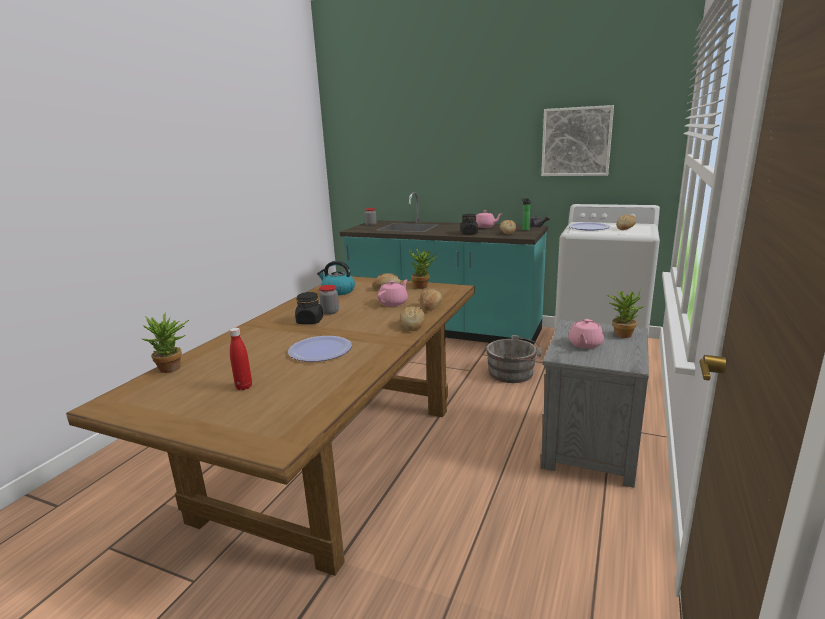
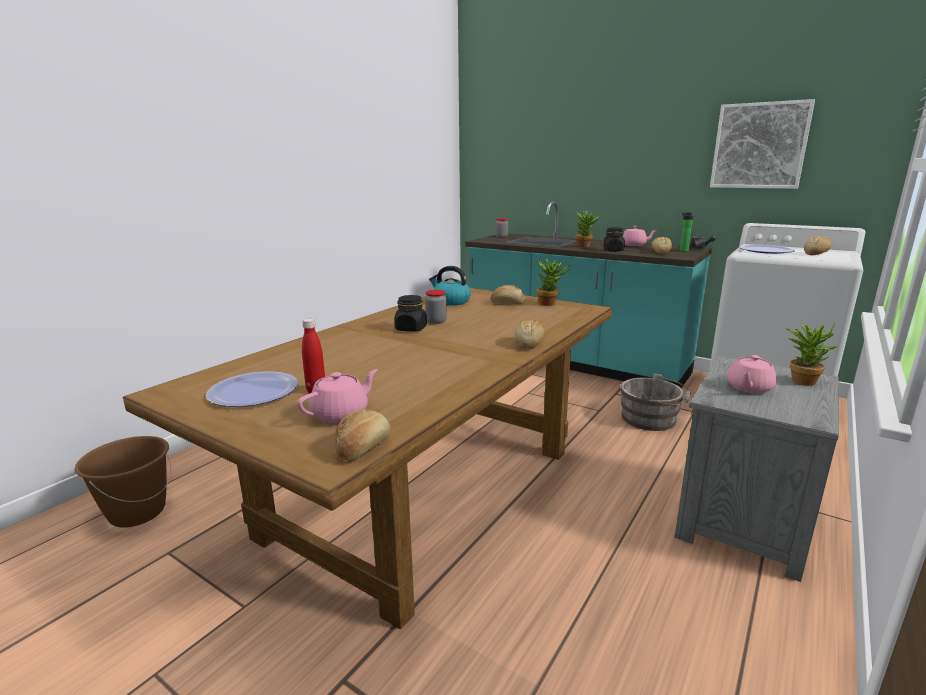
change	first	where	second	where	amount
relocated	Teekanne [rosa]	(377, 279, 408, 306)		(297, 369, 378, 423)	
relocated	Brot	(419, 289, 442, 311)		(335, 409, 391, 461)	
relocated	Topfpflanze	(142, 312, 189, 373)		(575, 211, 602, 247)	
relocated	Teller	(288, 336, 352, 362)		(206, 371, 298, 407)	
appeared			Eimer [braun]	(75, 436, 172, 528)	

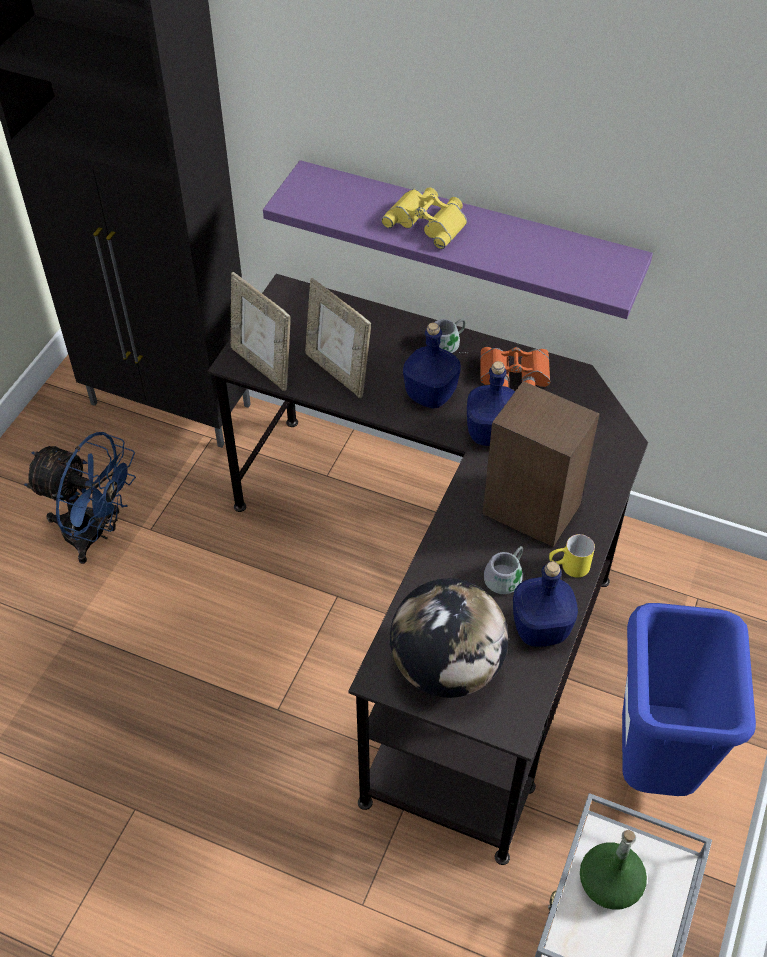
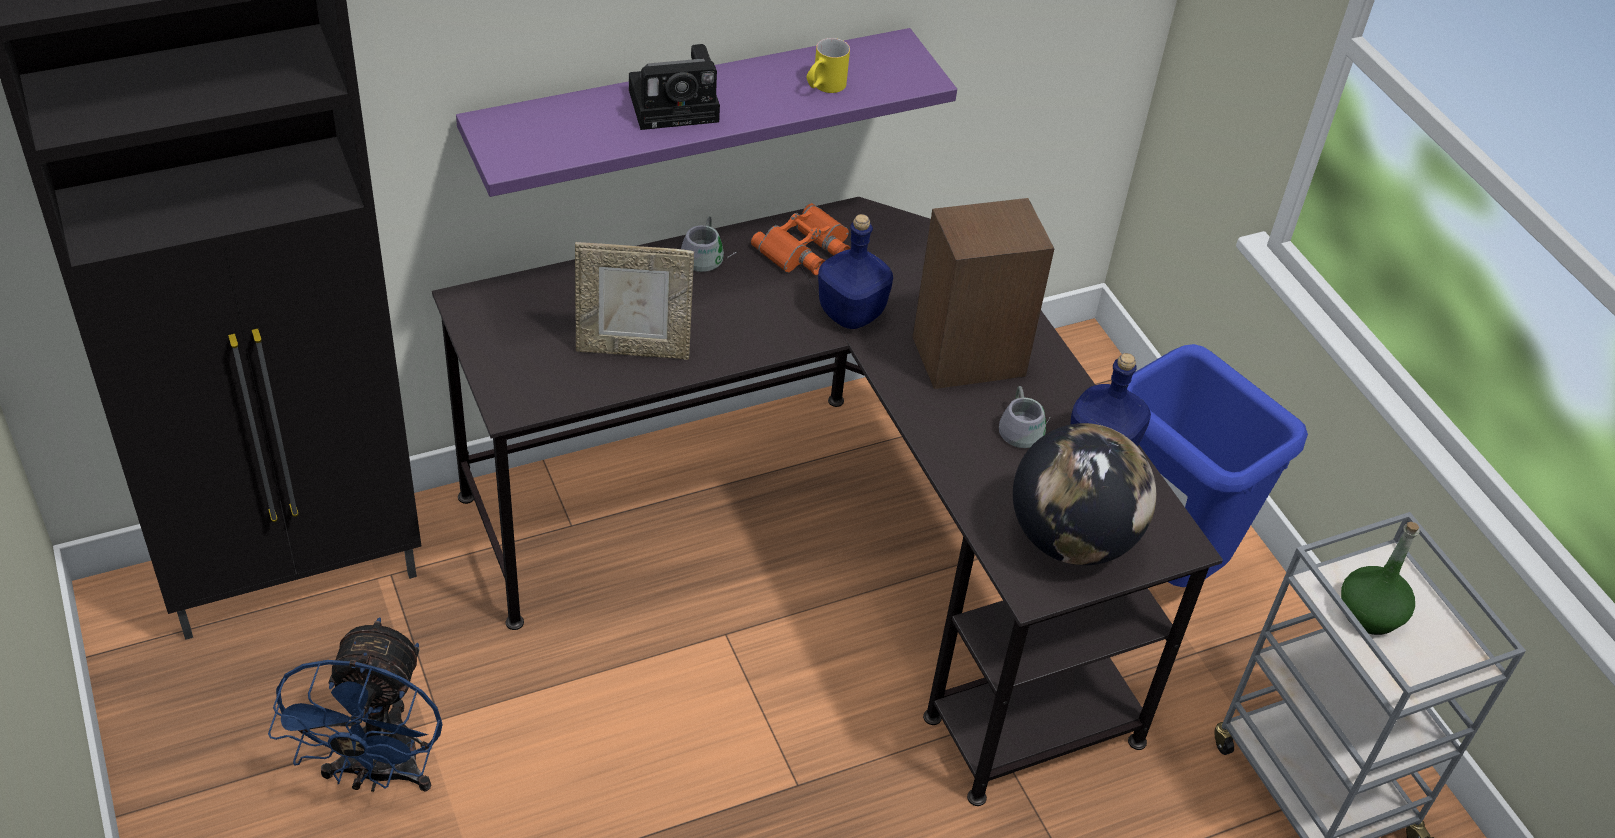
change	first	where	second	where	amount
exchanged	Fernglas [gelb]	(381, 187, 467, 249)	Kamera	(629, 44, 720, 130)	
missing	Bilderrahmen	(231, 272, 291, 391)			
missing	Flasche [blau]	(403, 322, 461, 409)			
spun	Ventilator [blau]	(24, 432, 136, 564)		(268, 617, 443, 792)	120 degrees clockwise
relocated	Henkelbecher [gelb]	(549, 534, 595, 577)		(807, 38, 850, 93)	

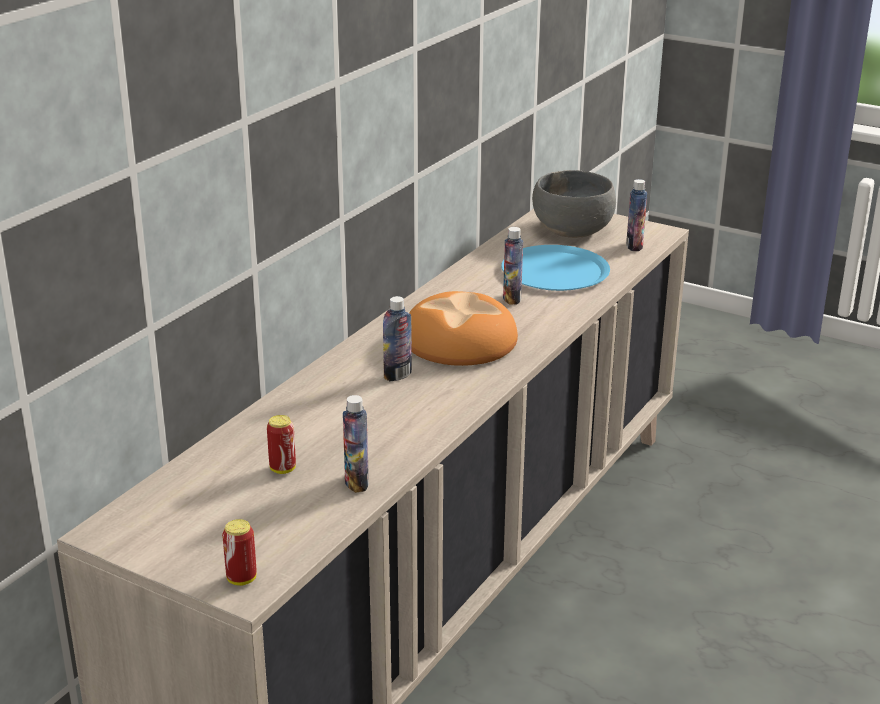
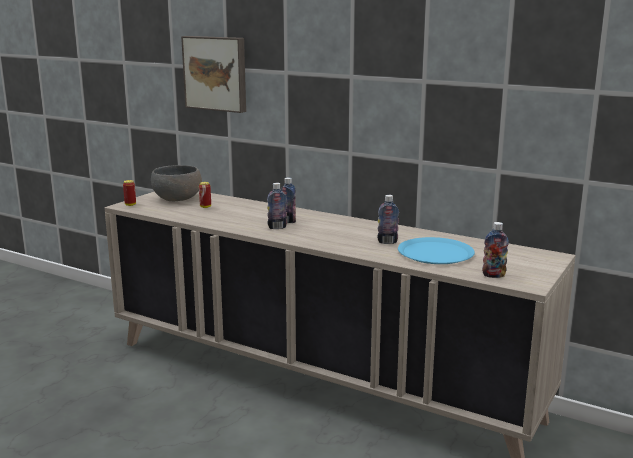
change	first	where	second	where	amount
relocated	Schüssel [grau]	(532, 170, 616, 238)		(151, 165, 202, 201)	
missing	Brot	(409, 291, 518, 366)			
relocated	Flasche	(343, 395, 369, 493)		(267, 183, 287, 229)	
appeared			Bild	(181, 36, 246, 113)	

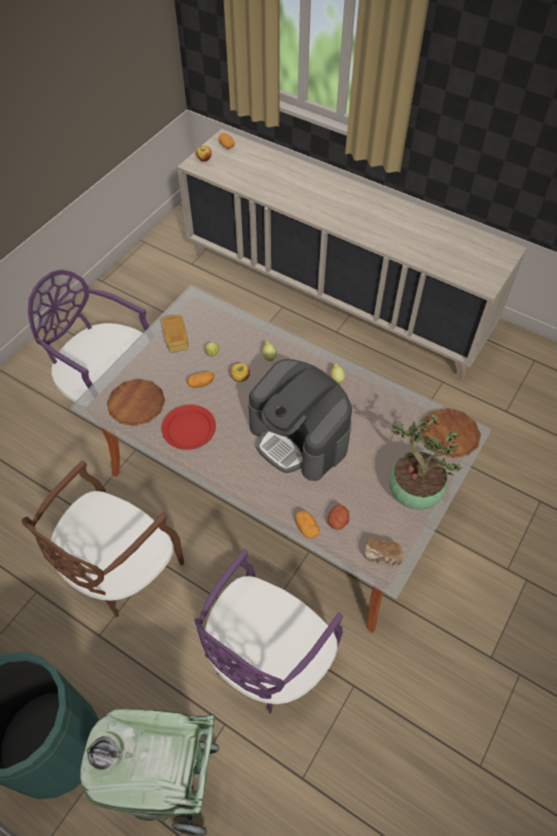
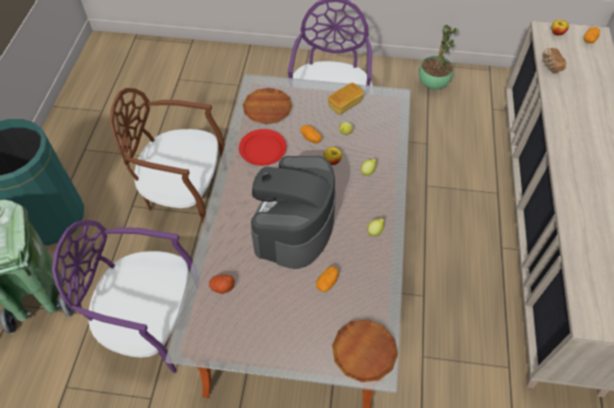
change	first	where	second	where	amount
relocated	Topfpflanze	(389, 414, 463, 510)		(419, 25, 459, 90)	
relocated	Kartoffel	(295, 511, 320, 538)		(316, 266, 339, 292)	
relocated	Brot	(364, 538, 402, 566)		(542, 48, 566, 73)	

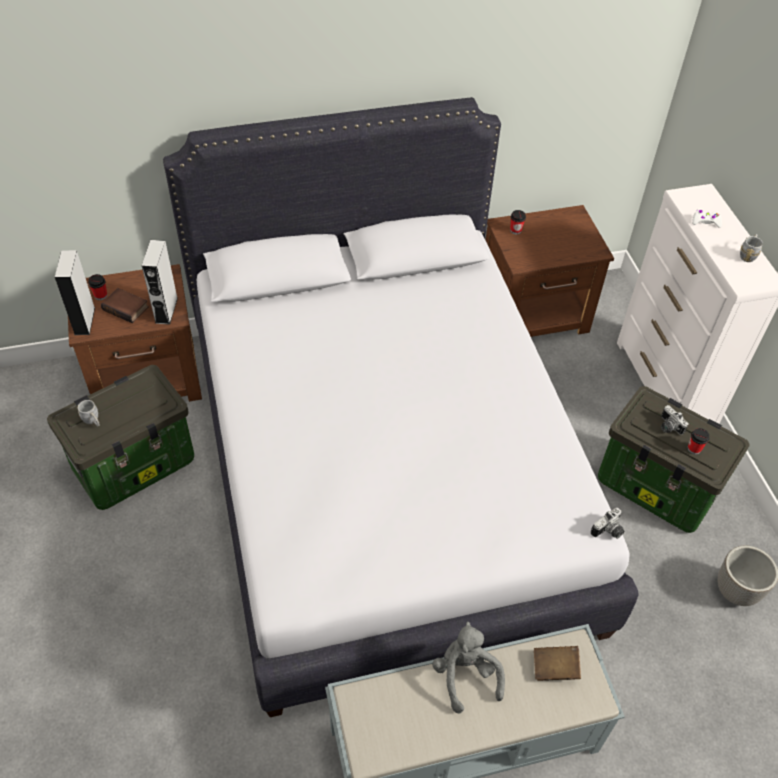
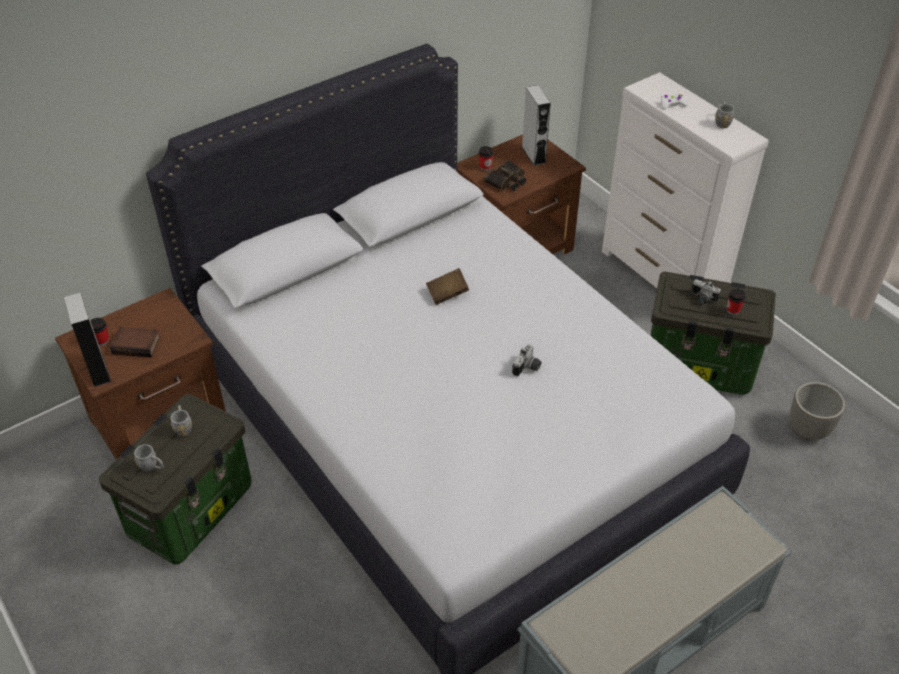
change	first	where	second	where	amount
relocated	Lautsprecher [grau]	(142, 240, 178, 325)		(522, 85, 551, 166)	
relocated	Kamera	(591, 508, 625, 539)		(512, 344, 541, 376)	
missing	Plüschtier [grau]	(432, 621, 505, 714)			
relocated	Buch [braun]	(534, 646, 581, 681)		(426, 268, 469, 305)	
appeared			Fernglas	(484, 160, 526, 191)	
appeared			Henkelbecher [grau]	(171, 405, 192, 436)	

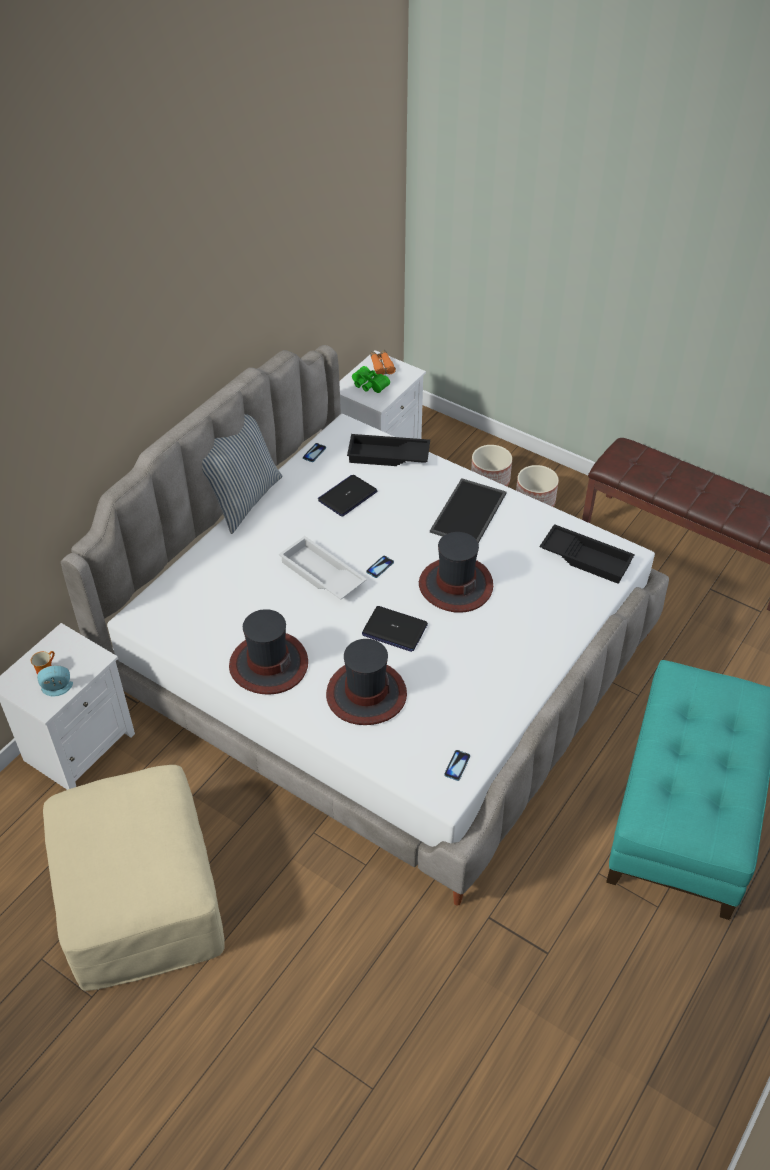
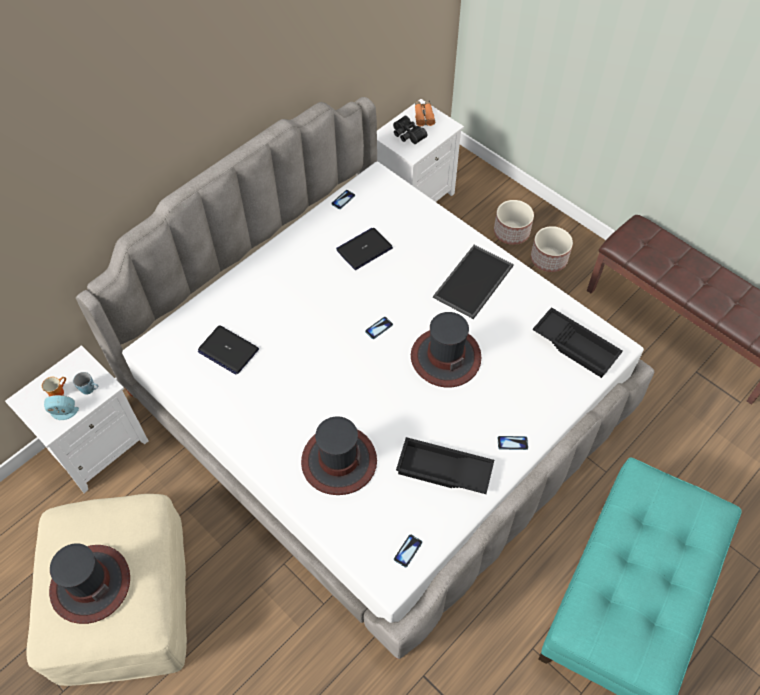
change	first	where	second	where	amount
colour	Fernglas [grün]	(352, 366, 390, 393)	Fernglas [schwarz]	(393, 116, 427, 144)	
missing	Kissen	(202, 414, 283, 534)			
relocated	Tablett [schwarz]	(347, 434, 430, 466)		(396, 437, 494, 494)	
missing	Tablett [weiß]	(279, 536, 367, 600)			
relocated	Laptop	(362, 606, 428, 652)		(198, 325, 259, 375)	
relocated	Hut	(229, 609, 308, 695)		(49, 543, 130, 624)	
appeared			Henkelbecher [blau]	(73, 372, 99, 395)	
appeared			Handy	(498, 436, 528, 450)	

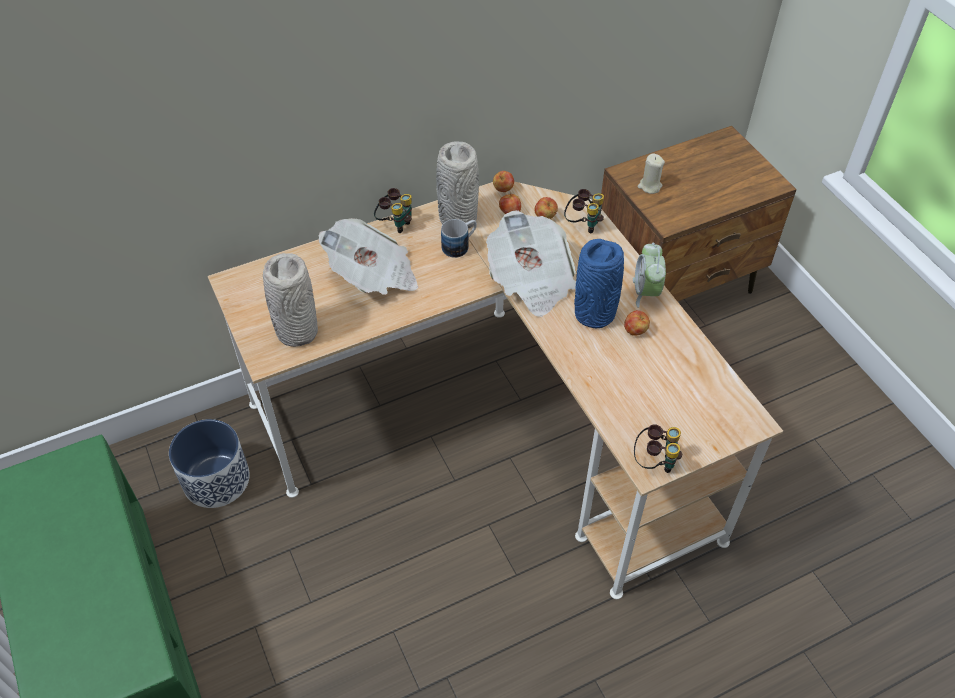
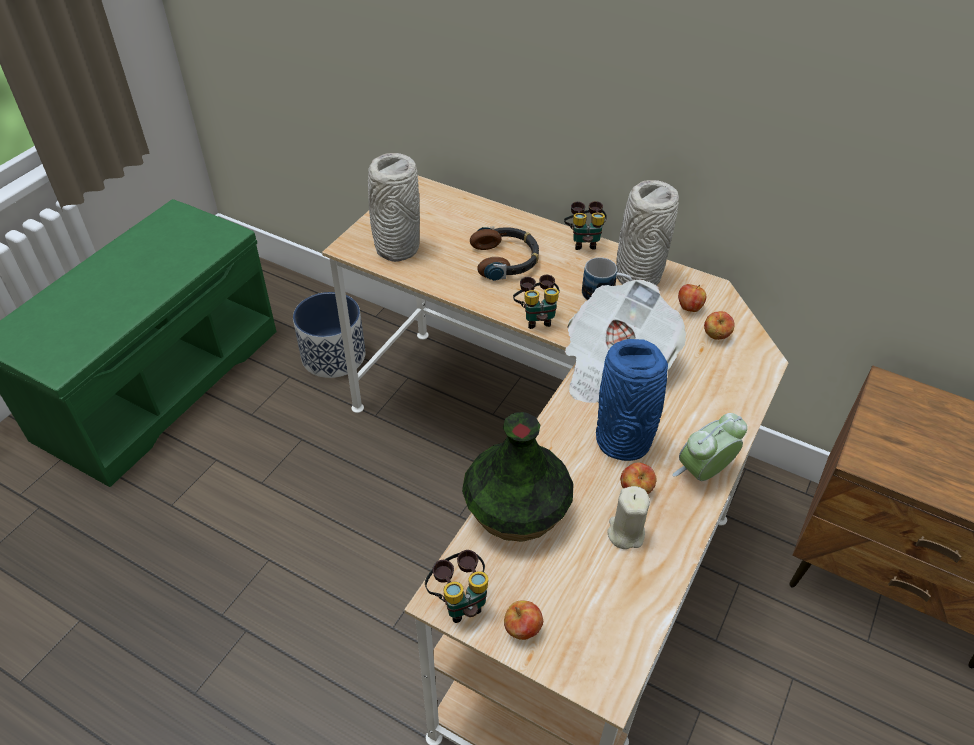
change	first	where	second	where	amount
relocated	Kerze [beige]	(638, 153, 665, 194)		(607, 486, 650, 549)	
relocated	Apfel	(493, 171, 514, 192)		(504, 600, 543, 640)	
relocated	Fernglas	(564, 189, 604, 233)		(513, 275, 560, 329)	
exchanged	Zeitung	(319, 218, 418, 295)	Kopfhörer	(470, 226, 539, 281)	
appeared			Vase	(462, 412, 574, 542)	

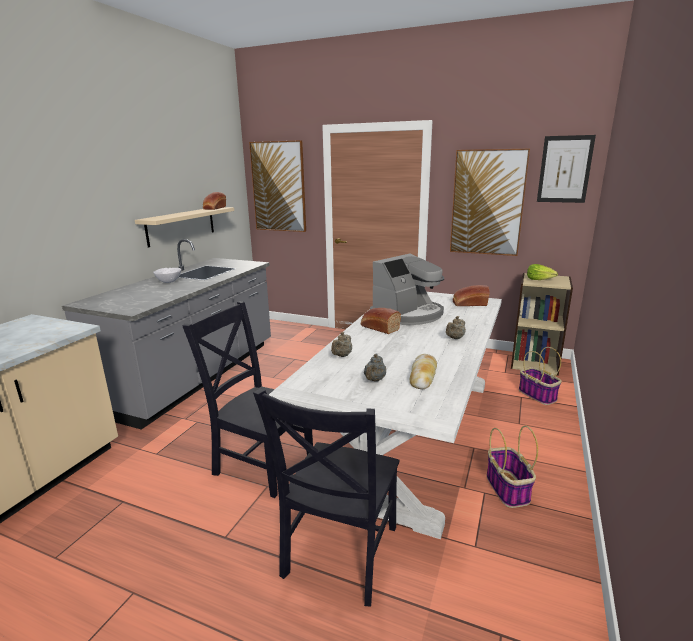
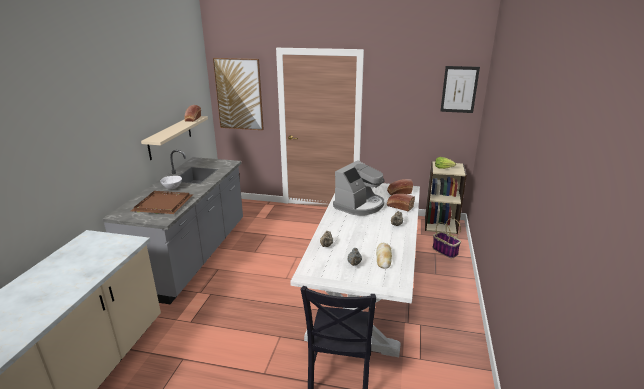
change	first	where	second	where	amount
missing	Bild	(450, 148, 530, 256)			
missing	Stuhl [schwarz]	(182, 301, 313, 498)			
relocated	Brot	(361, 308, 401, 334)		(387, 194, 415, 212)	
missing	Korb	(486, 426, 538, 508)			
appeared			Tablett [braun]	(131, 191, 192, 214)	

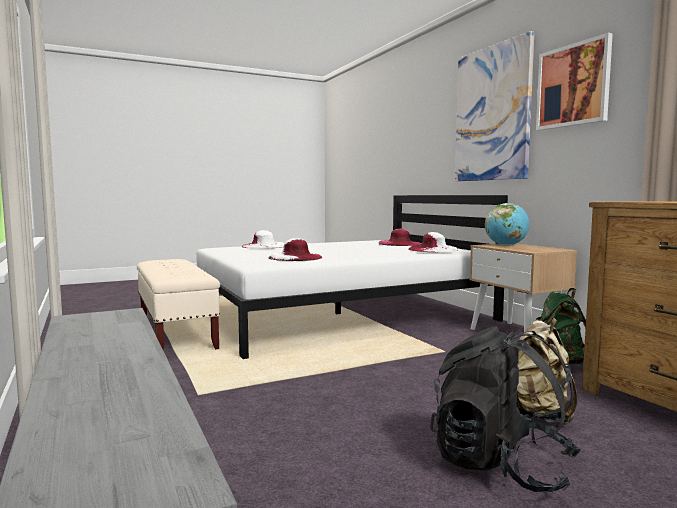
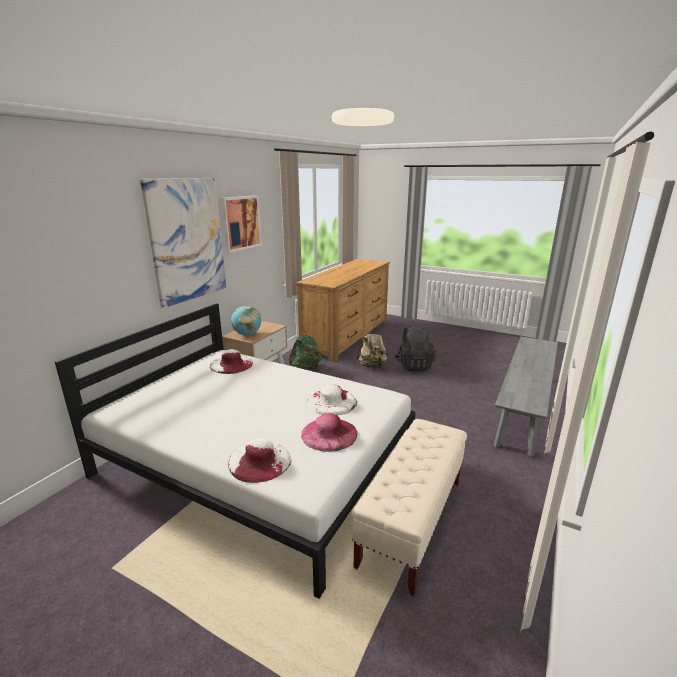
change	first	where	second	where	amount
relocated	Hut [rosa]	(378, 229, 421, 246)		(301, 413, 357, 452)	

